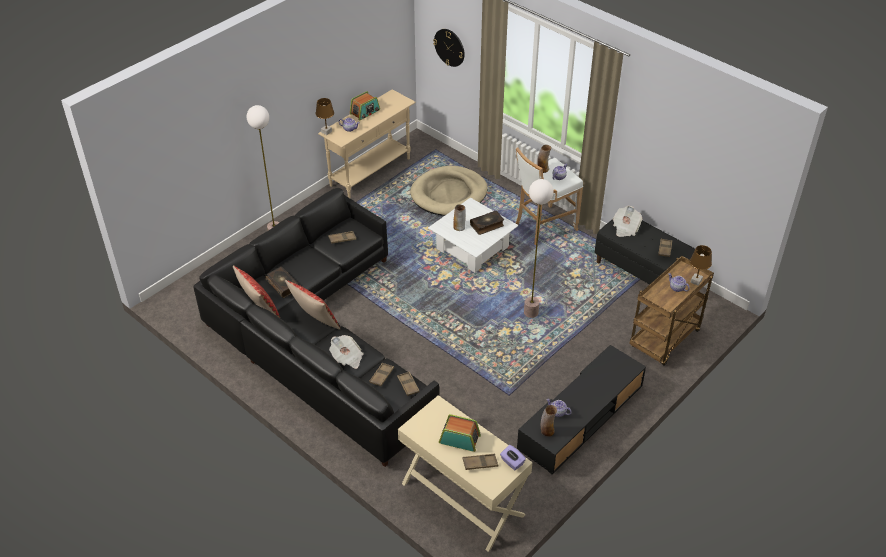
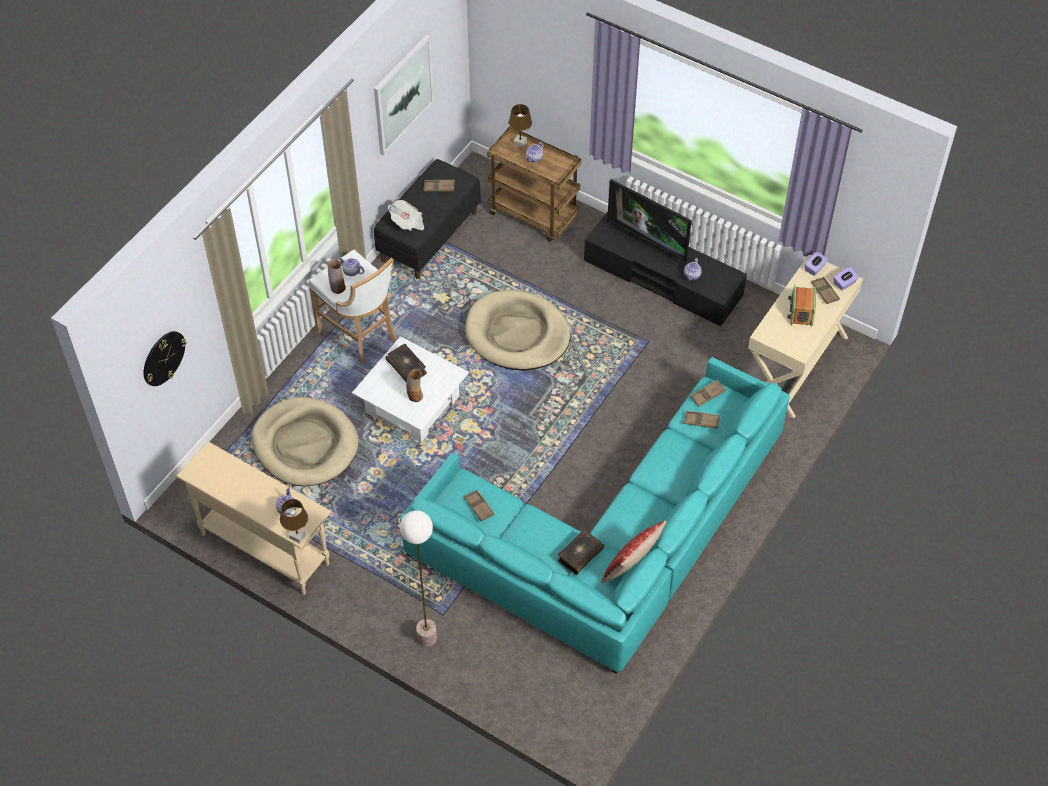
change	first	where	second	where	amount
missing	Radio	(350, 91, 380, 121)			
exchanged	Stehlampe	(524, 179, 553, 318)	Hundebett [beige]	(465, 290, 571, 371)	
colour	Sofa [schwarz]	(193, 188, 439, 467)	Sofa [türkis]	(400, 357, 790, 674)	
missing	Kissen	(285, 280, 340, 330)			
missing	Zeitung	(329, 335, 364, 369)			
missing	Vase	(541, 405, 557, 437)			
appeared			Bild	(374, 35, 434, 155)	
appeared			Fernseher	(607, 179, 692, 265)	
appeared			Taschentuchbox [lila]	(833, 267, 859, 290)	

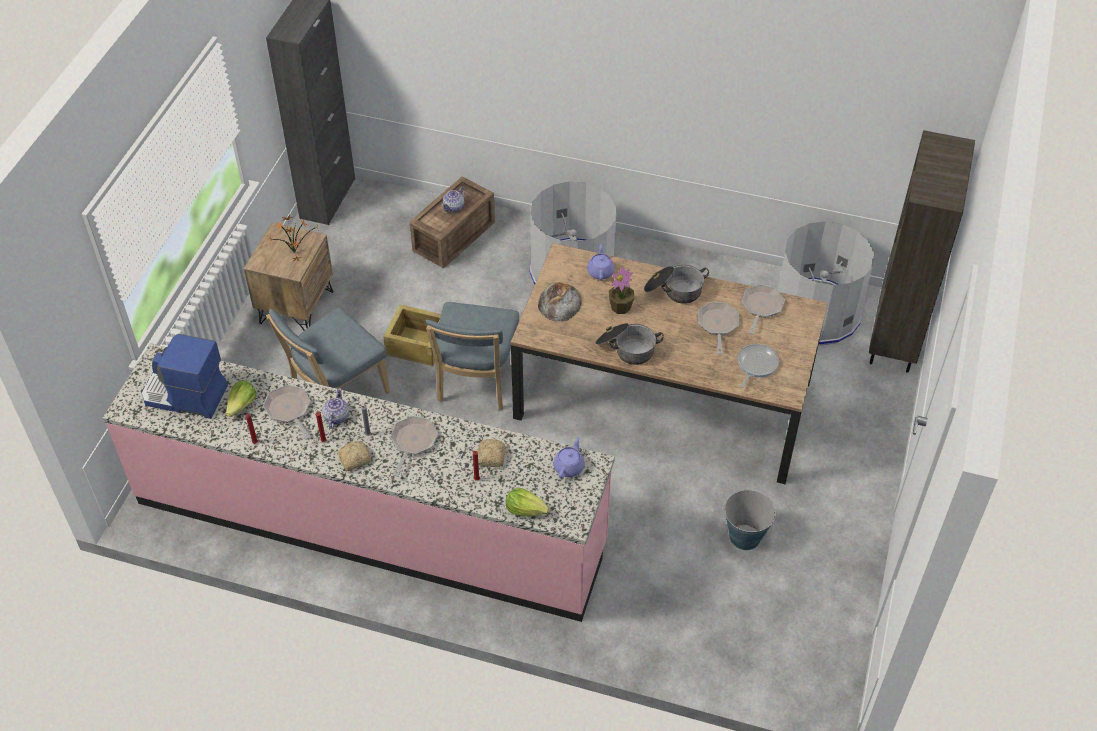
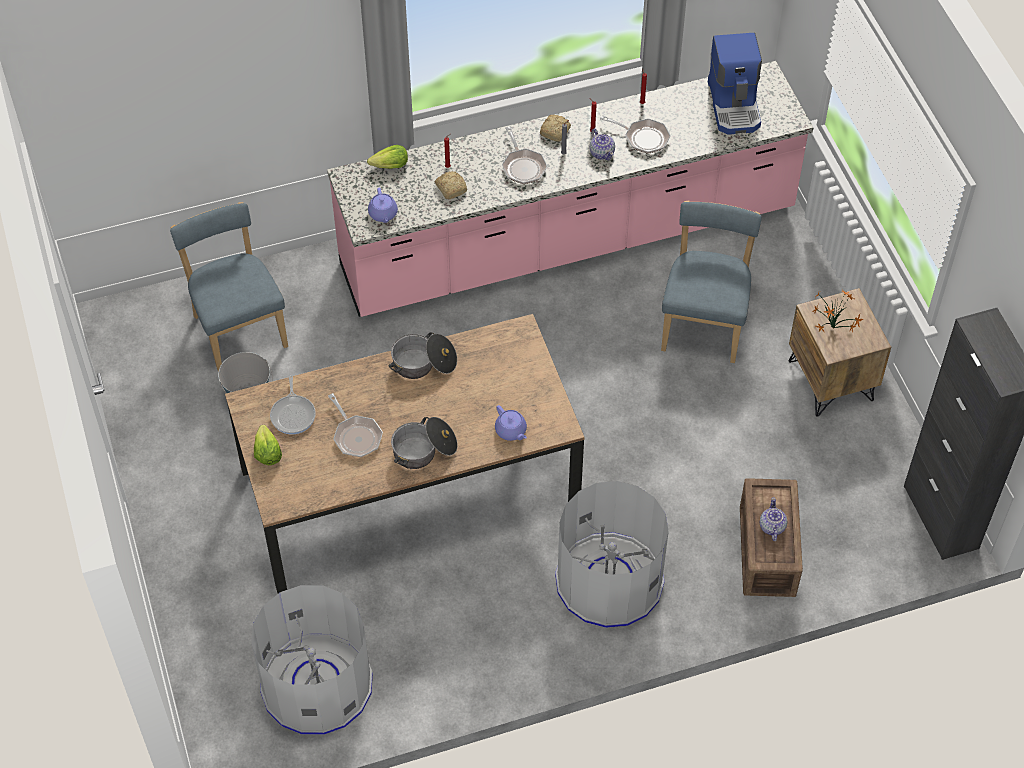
change	first	where	second	where	amount
missing	Bücherregal [braun]	(869, 130, 975, 373)			
missing	Topfpflanze	(609, 267, 634, 314)			
missing	Brot	(538, 282, 582, 322)			
missing	Pfanne	(742, 284, 785, 334)			
relocated	Stuhl [blau]	(425, 302, 519, 410)		(170, 202, 288, 372)	
missing	Kiste	(384, 305, 441, 366)			
spun	Kaffeemaschine	(141, 334, 228, 419)		(708, 33, 762, 135)	105 degrees clockwise
relocated	Salatkopf	(226, 380, 257, 417)		(254, 425, 282, 465)	

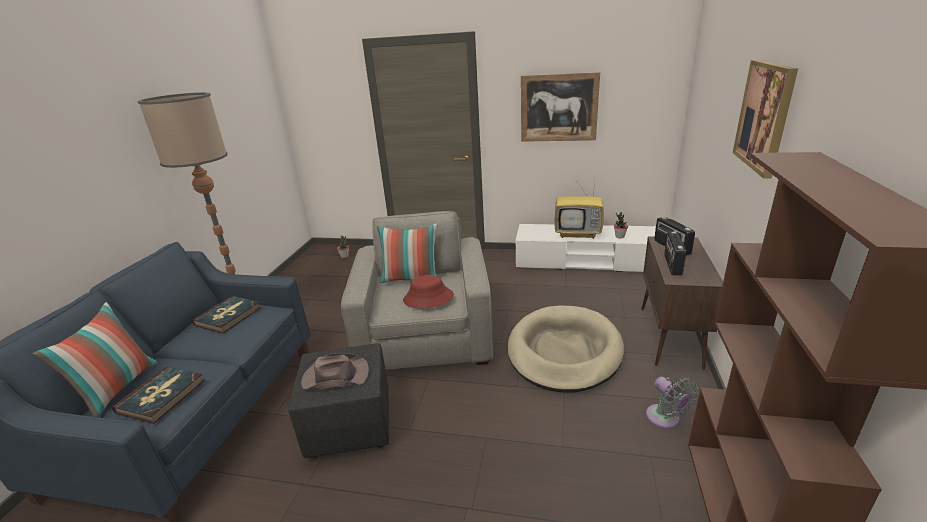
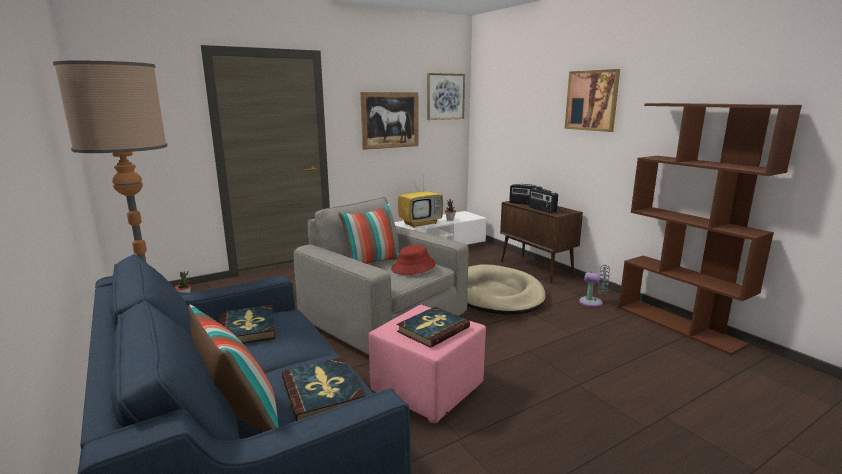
change	first	where	second	where	amount
colour	Polsterhocker [schwarz]	(288, 343, 389, 459)	Polsterhocker [rosa]	(368, 305, 486, 423)	
exchanged	Hut [braun]	(301, 353, 369, 390)	Buch	(397, 307, 470, 348)	
appeared			Bild	(427, 73, 465, 120)	

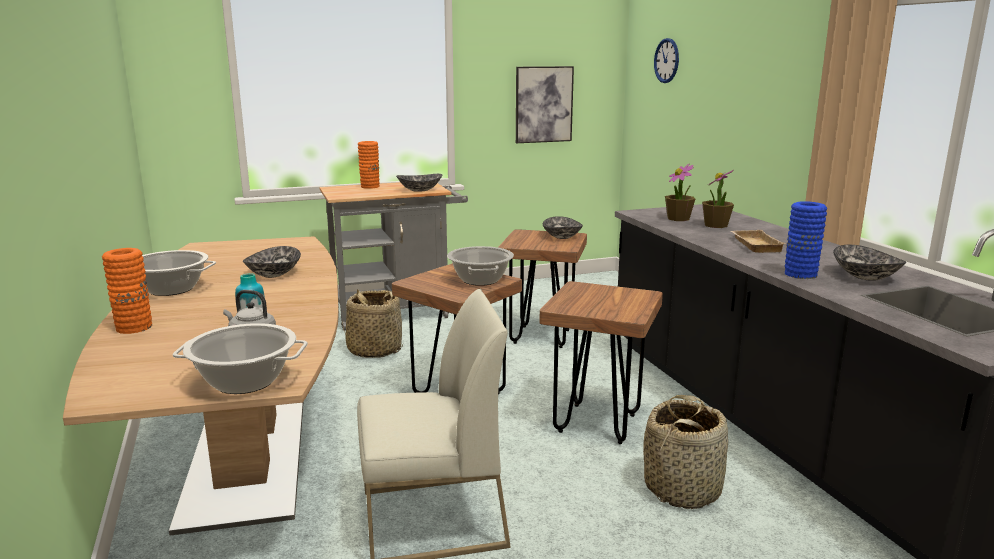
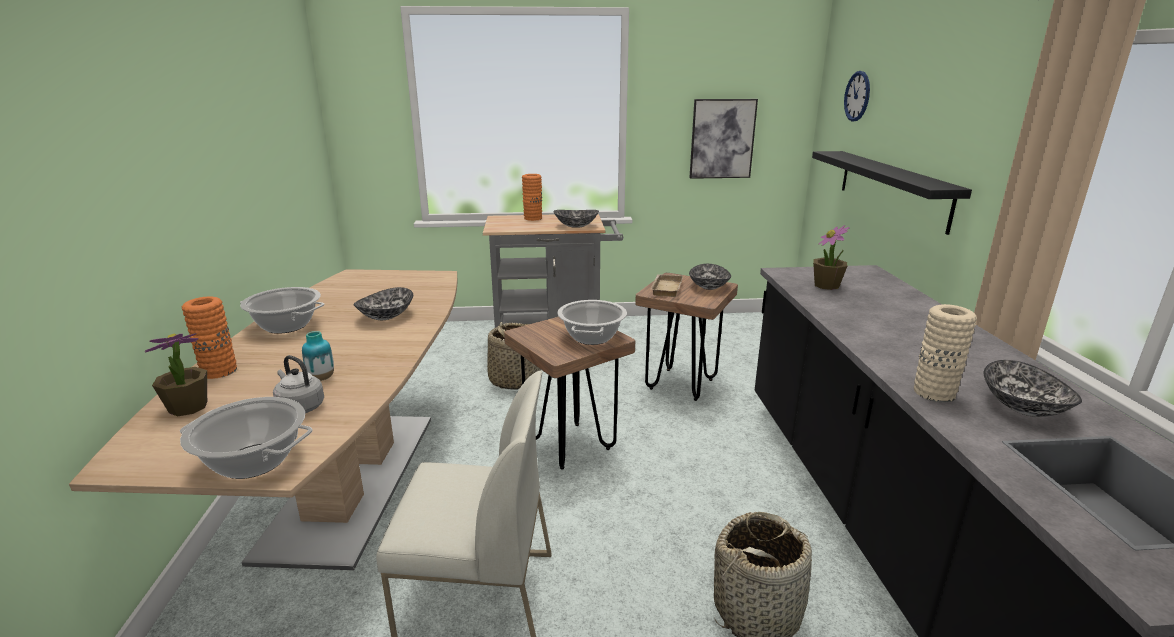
change	first	where	second	where	amount
relocated	Topfpflanze	(702, 170, 734, 228)		(145, 333, 207, 416)	
colour	Vase [blau]	(785, 201, 827, 279)	Vase [beige]	(914, 304, 977, 402)	
relocated	Tablett [beige]	(731, 230, 785, 253)		(651, 274, 683, 297)	
missing	Hocker [braun]	(539, 281, 663, 444)			
appeared			Wandregal [schwarz]	(812, 151, 972, 235)	

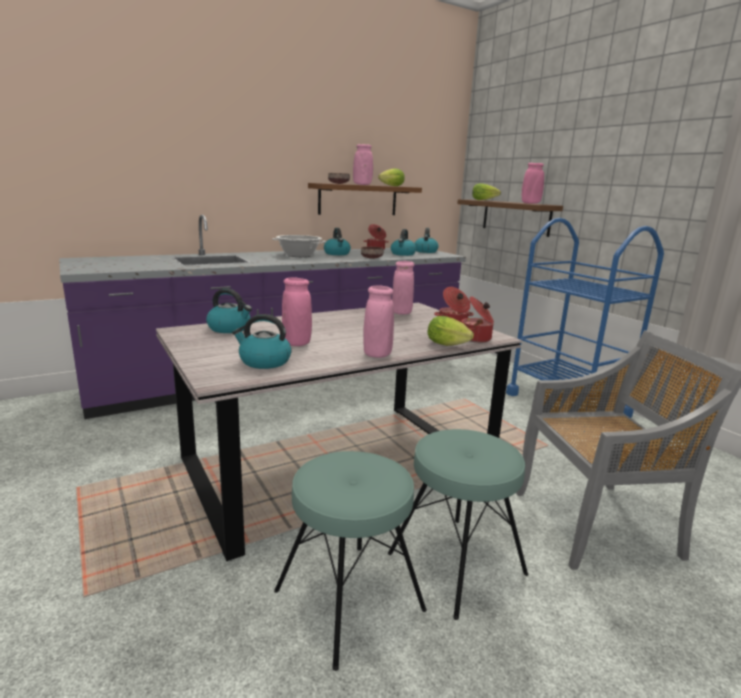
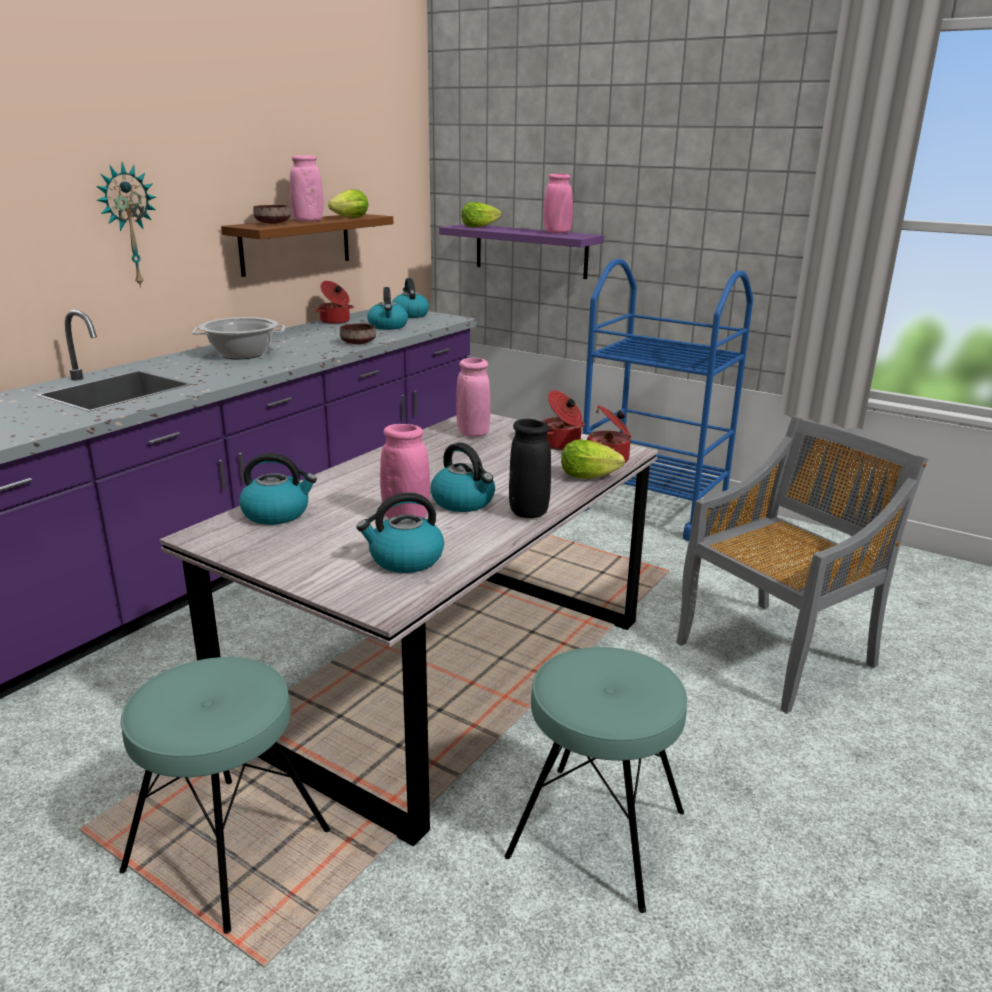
change	first	where	second	where	amount
colour	Wandregal [braun]	(457, 199, 563, 237)	Wandregal [lila]	(439, 224, 604, 279)	
relocated	Wasserkessel	(324, 228, 351, 255)		(431, 442, 495, 512)	
colour	Vase [rosa]	(363, 285, 394, 358)	Vase [schwarz]	(509, 419, 551, 518)	
relocated	Hocker [türkis]	(388, 429, 528, 620)		(119, 657, 330, 934)	
appeared			Wanduhr	(96, 162, 156, 288)	

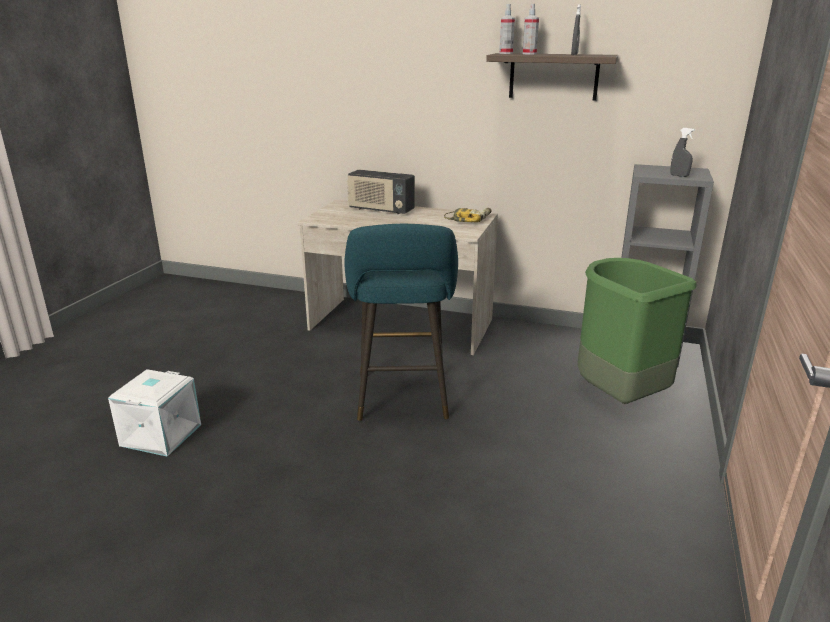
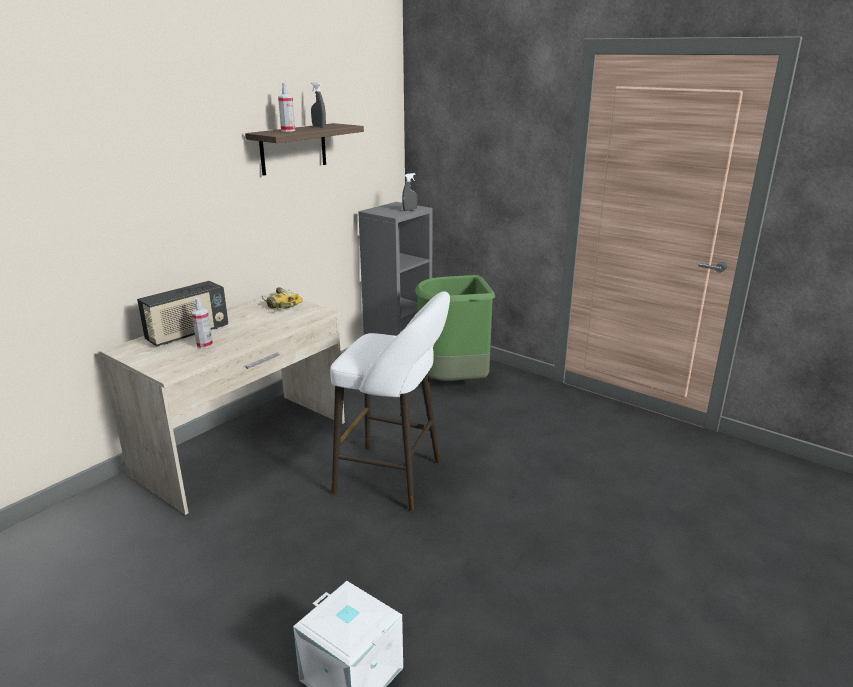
change	first	where	second	where	amount
relocated	Sprühflasche	(499, 4, 515, 54)		(191, 298, 213, 349)	
colour	Hocker [türkis]	(344, 224, 458, 421)	Hocker [weiß]	(330, 291, 450, 511)	

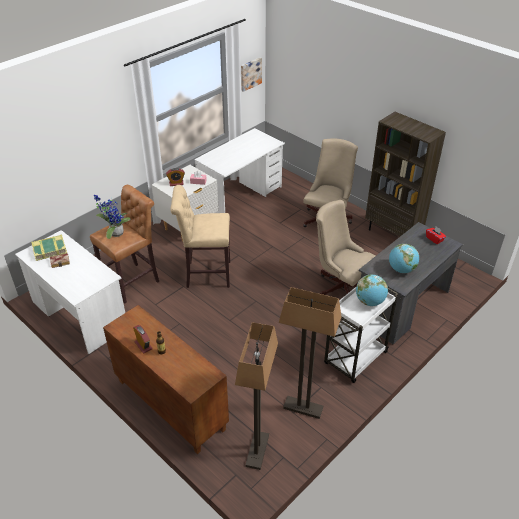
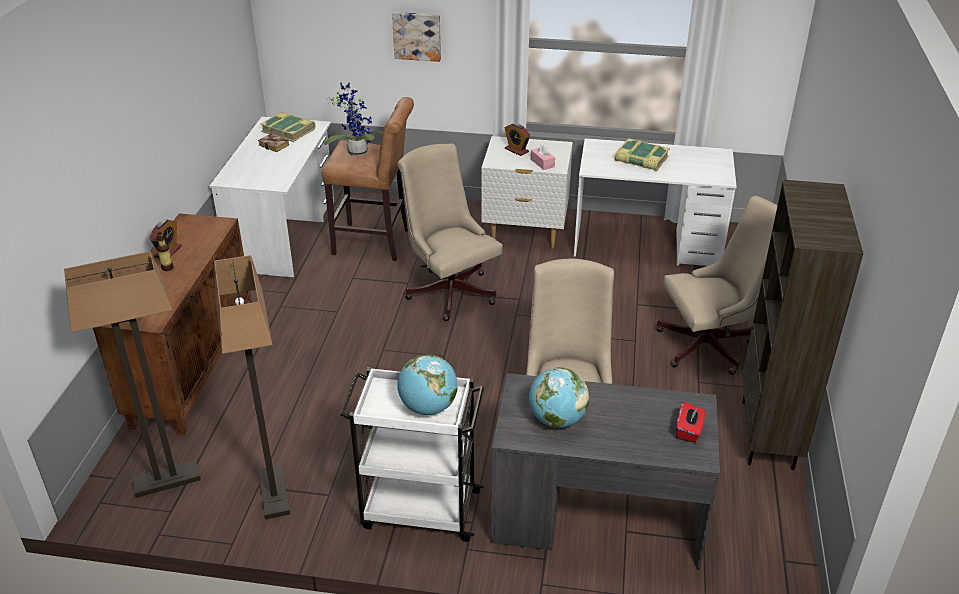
change	first	where	second	where	amount
relocated	Bild	(241, 57, 262, 92)		(392, 12, 441, 62)	
exchanged	Hocker [beige]	(170, 185, 230, 288)	Bürostuhl [beige]	(397, 144, 503, 321)	
appeared			Buch	(615, 139, 670, 171)	

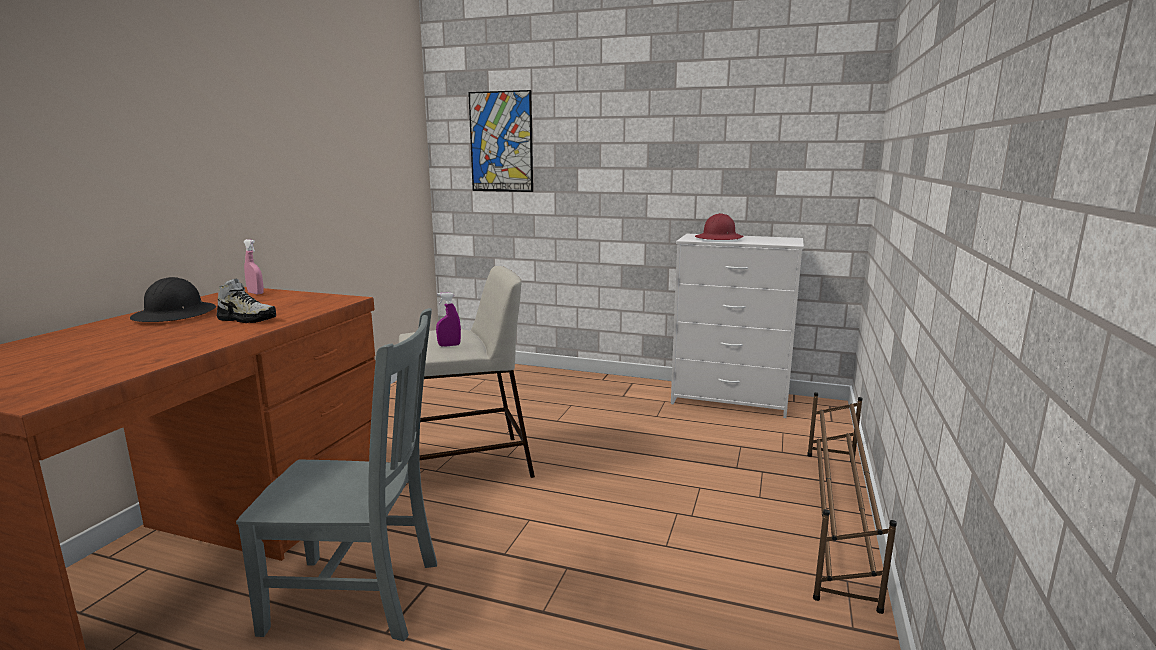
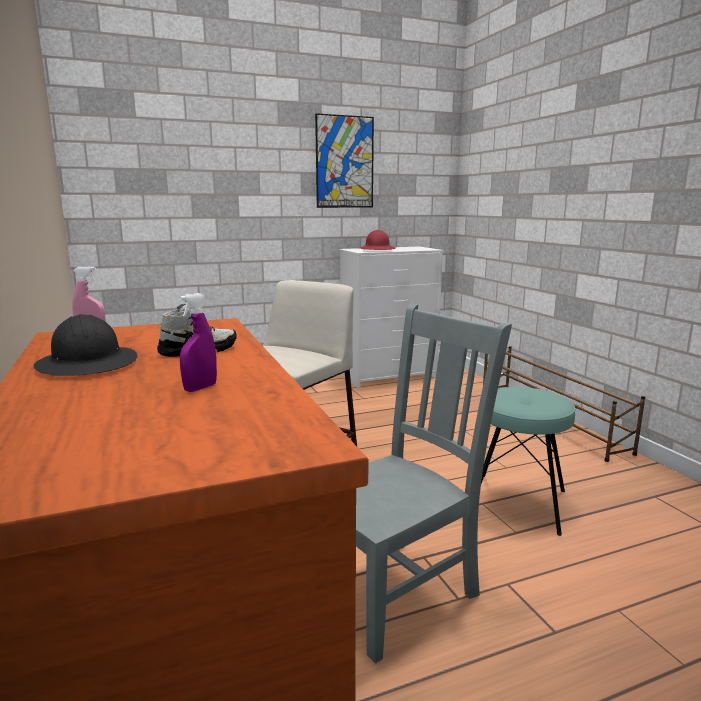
change	first	where	second	where	amount
relocated	Bild	(468, 90, 533, 192)		(315, 113, 374, 208)	
relocated	Sprühflasche [lila]	(436, 293, 461, 346)		(179, 293, 217, 392)	
appeared			Hocker [türkis]	(481, 387, 576, 536)	

